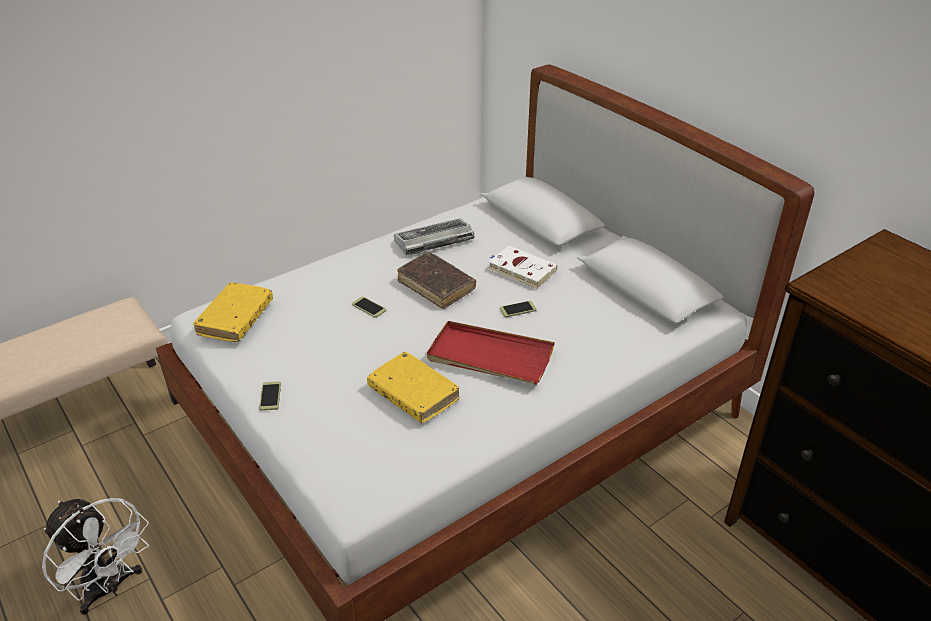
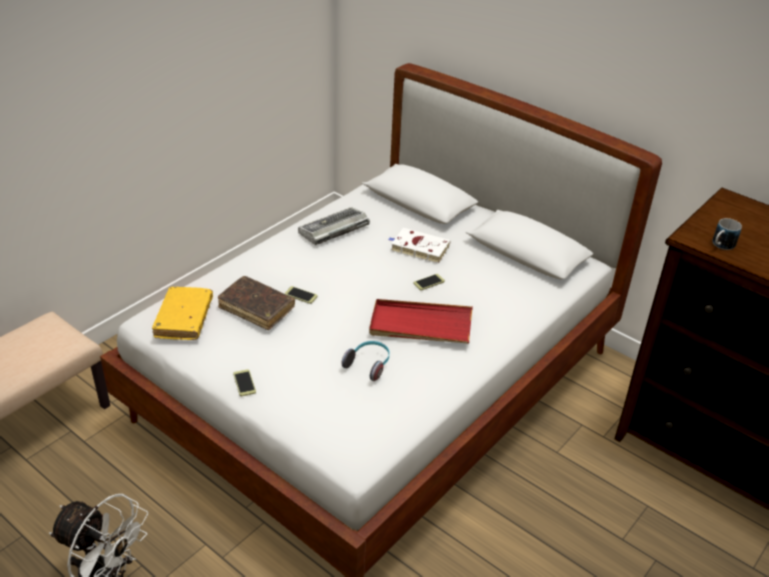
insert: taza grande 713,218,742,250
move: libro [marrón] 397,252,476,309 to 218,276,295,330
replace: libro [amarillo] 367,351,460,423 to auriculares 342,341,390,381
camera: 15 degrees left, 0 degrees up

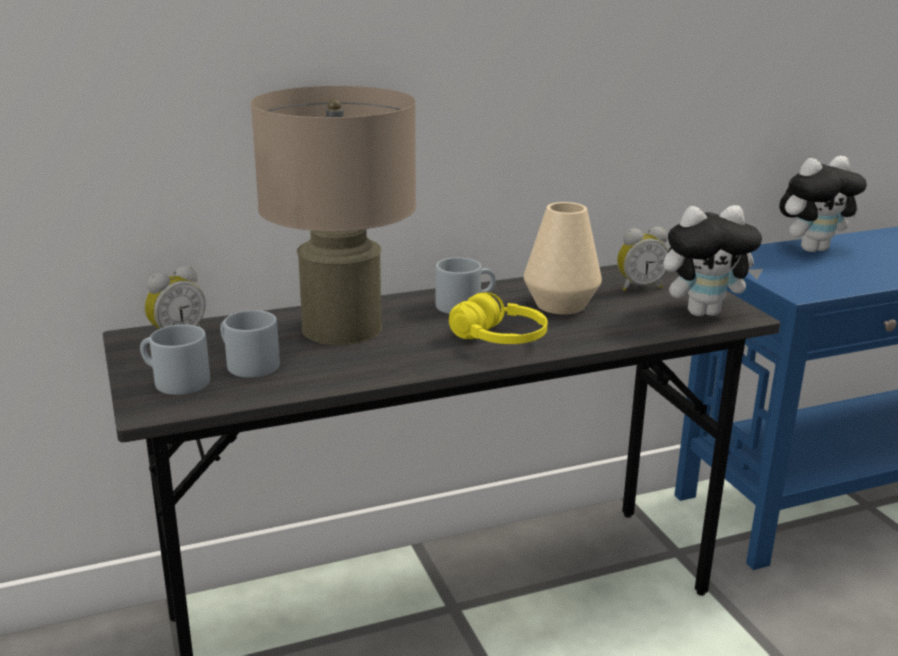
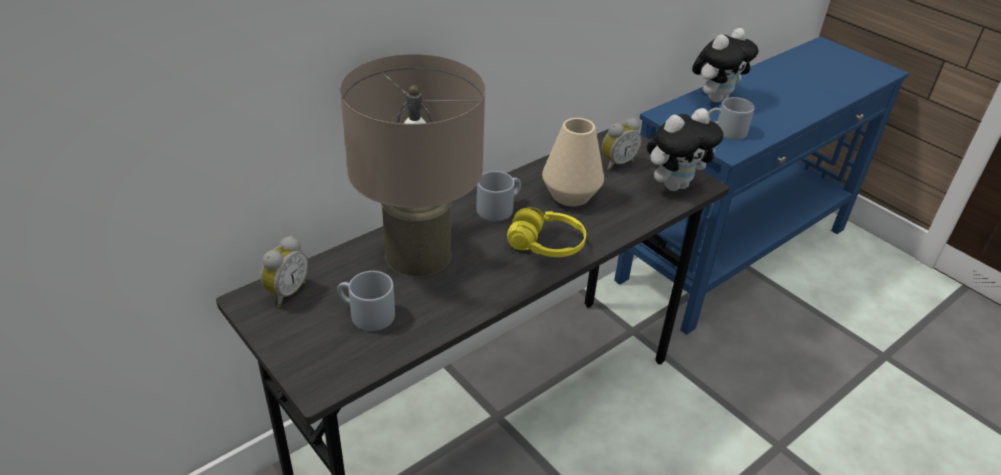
move: taza grande [gris] 140,324,210,395 to 708,97,755,140
camera: 20 degrees left, 15 degrees up

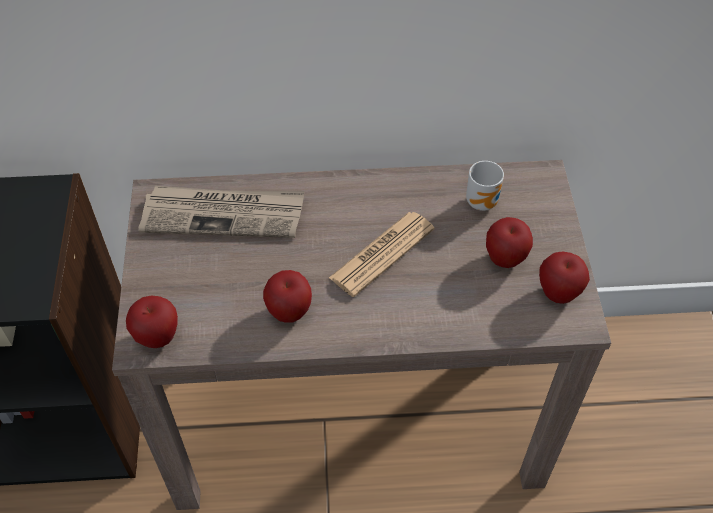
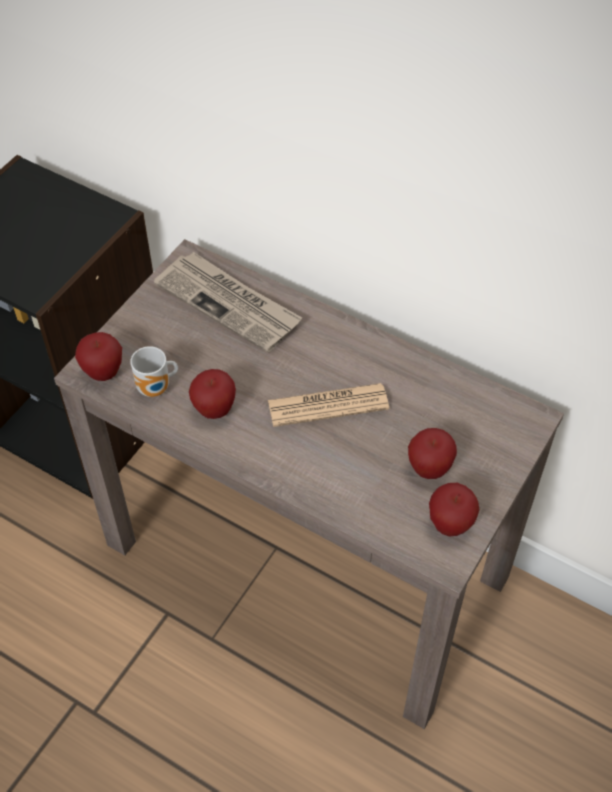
move: taza grande 466,161,504,211 to 130,346,178,397
camera: 35 degrees right, 0 degrees up

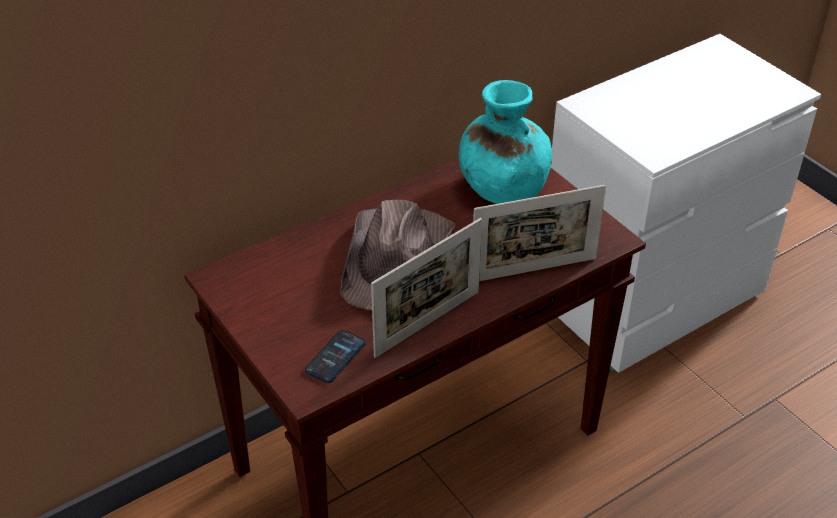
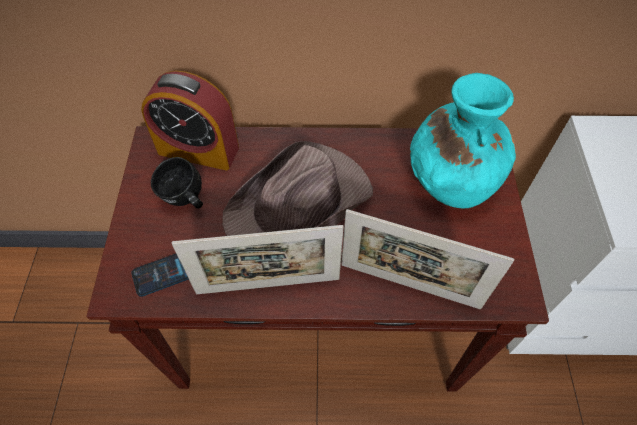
insert: despertador 141,70,239,170; taza grande [negro] 151,157,203,209
camera: 35 degrees right, 15 degrees up

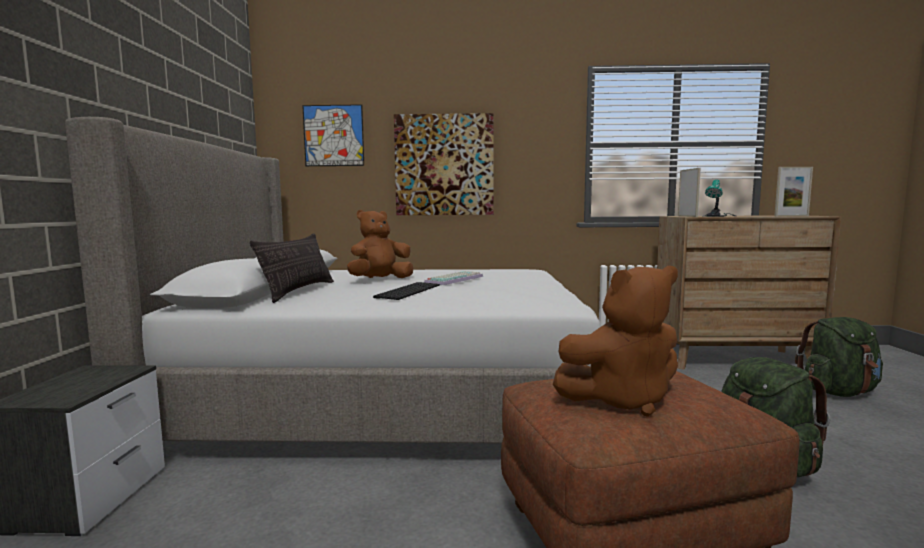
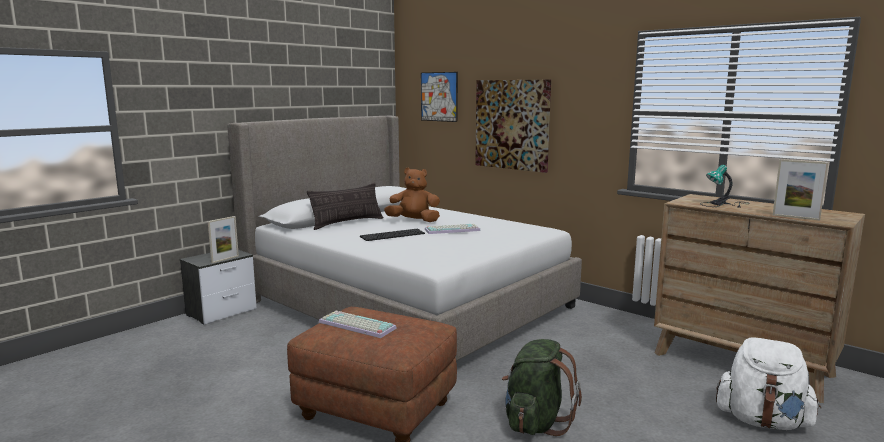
move: portarretratos 678,168,701,217 to 208,216,239,263
replace: peluche [marrón] 553,266,678,417 to teclado 319,311,397,338
recolor: mochila [verde] 795,317,883,397 to mochila [blanco] 716,337,821,430
camera: 40 degrees right, 5 degrees up

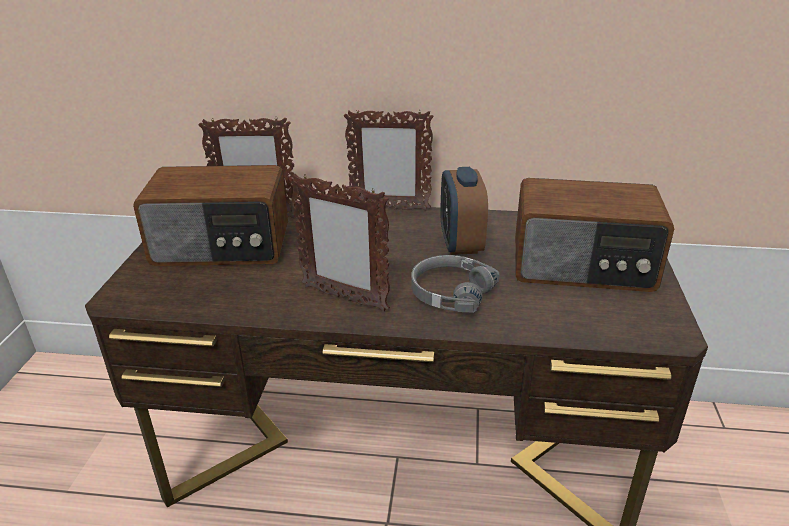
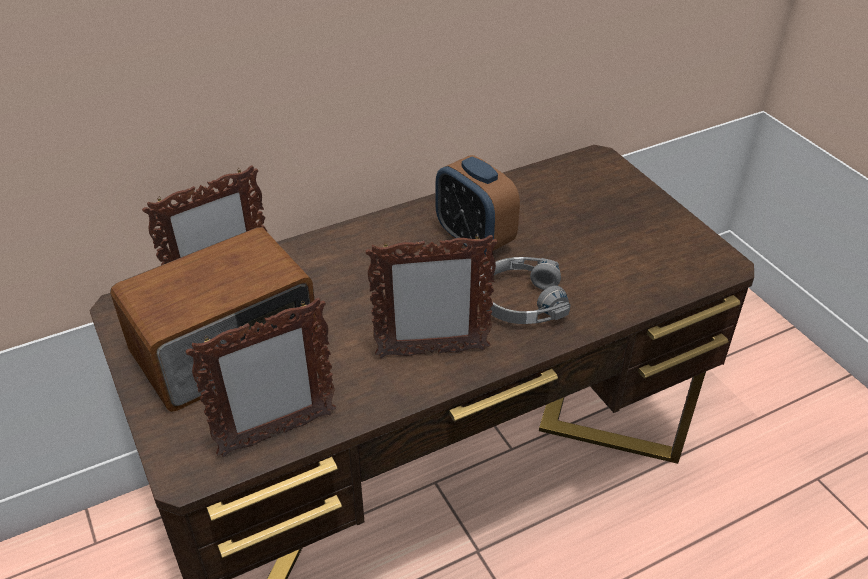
delete: radio 515,178,674,292
move: portarretratos 344,109,433,211 to 186,297,336,457
camera: 35 degrees left, 10 degrees up

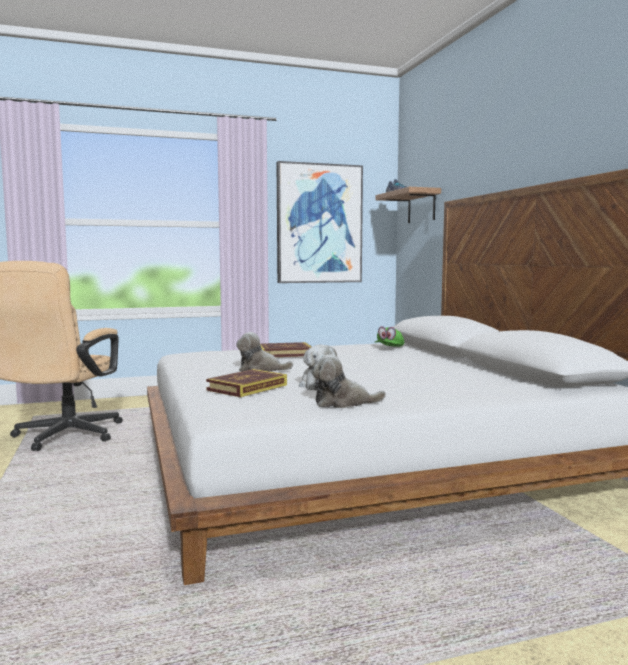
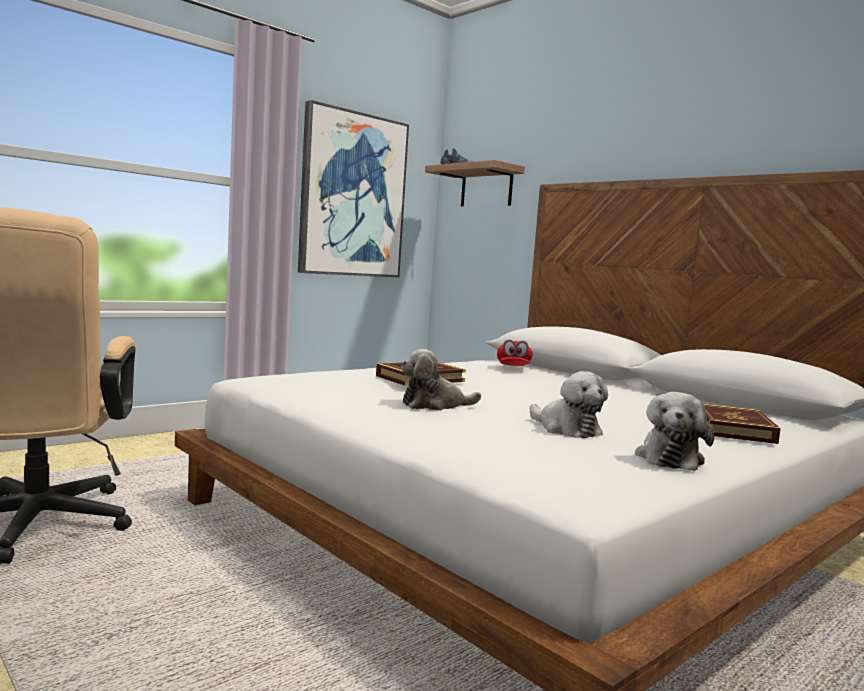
move: libro 206,369,287,397 to 704,404,781,444
recolor: gorra [verde] 375,326,404,347 to gorra [rojo] 497,340,533,366
rotate: peluche 311,354,386,408 = 635,392,714,471 45 degrees counterclockwise
camera: 25 degrees left, 0 degrees up

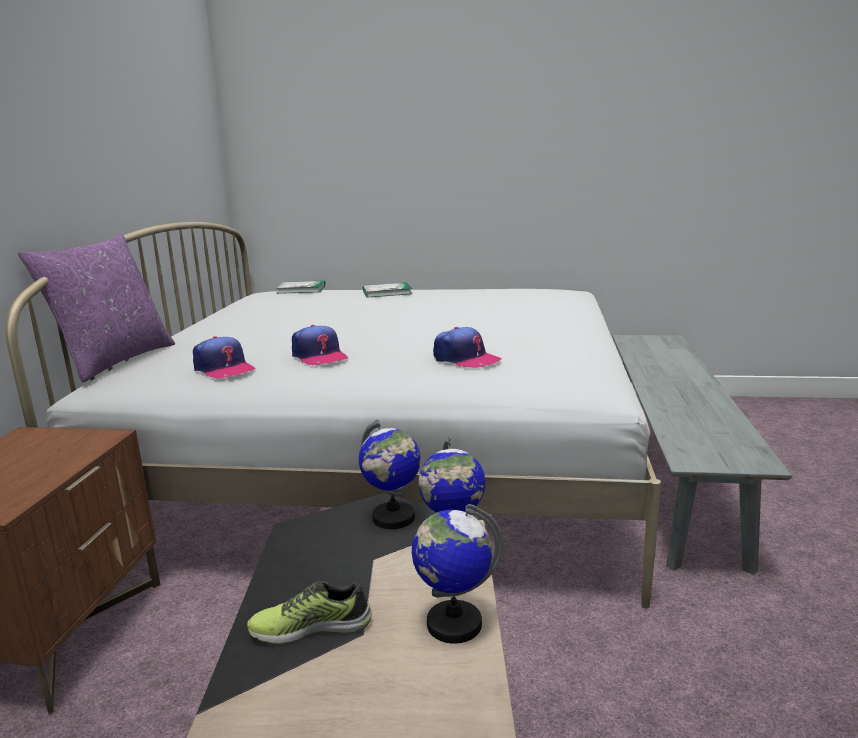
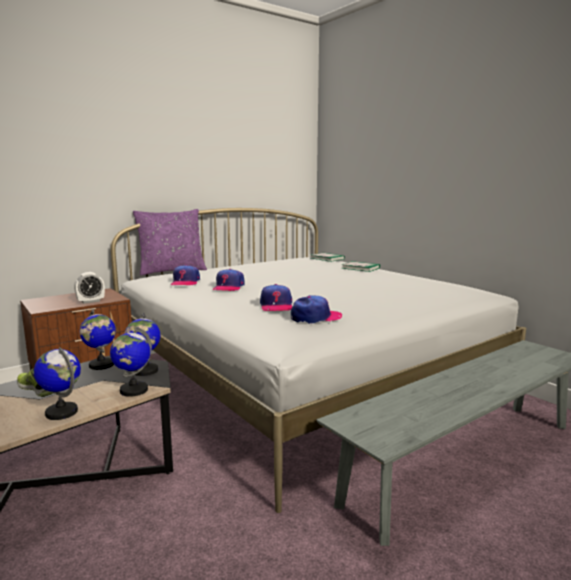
insert: despertador 74,272,105,304; gorra 291,295,342,324; globo terráqueo 80,309,116,370
camera: 45 degrees right, 5 degrees down

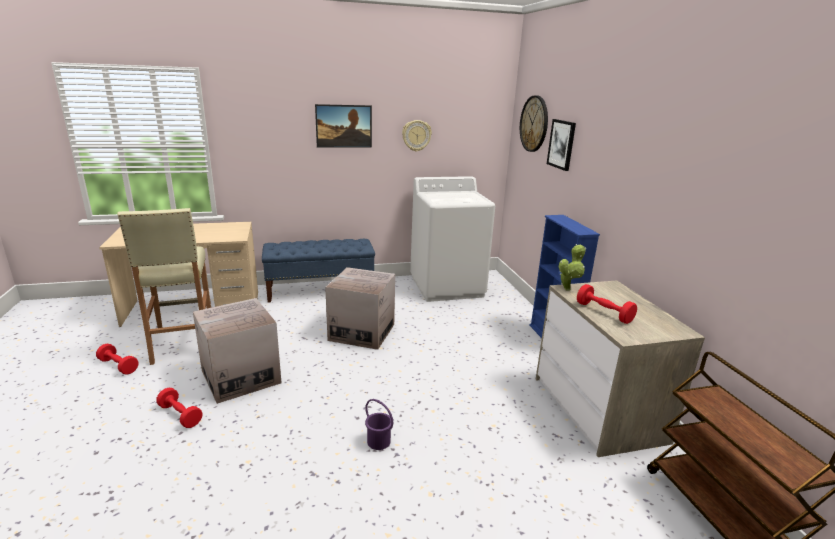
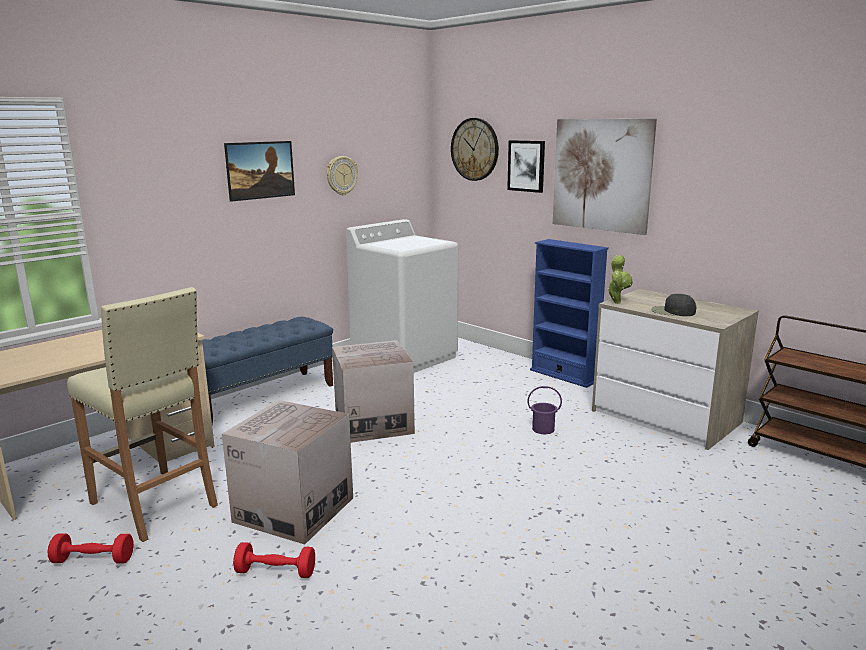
insert: cuadro 553,119,657,235
move: cubo [morado] 365,399,393,450 to 527,386,562,434
replace: mancuerna [rojo] 577,284,637,324 to gorra [negro] 651,294,696,316
camera: 30 degrees left, 5 degrees down

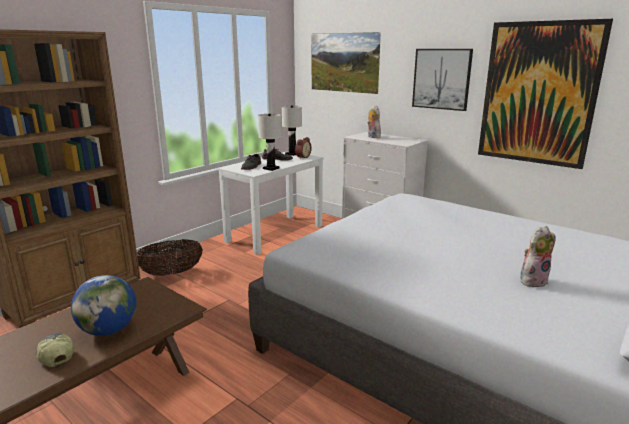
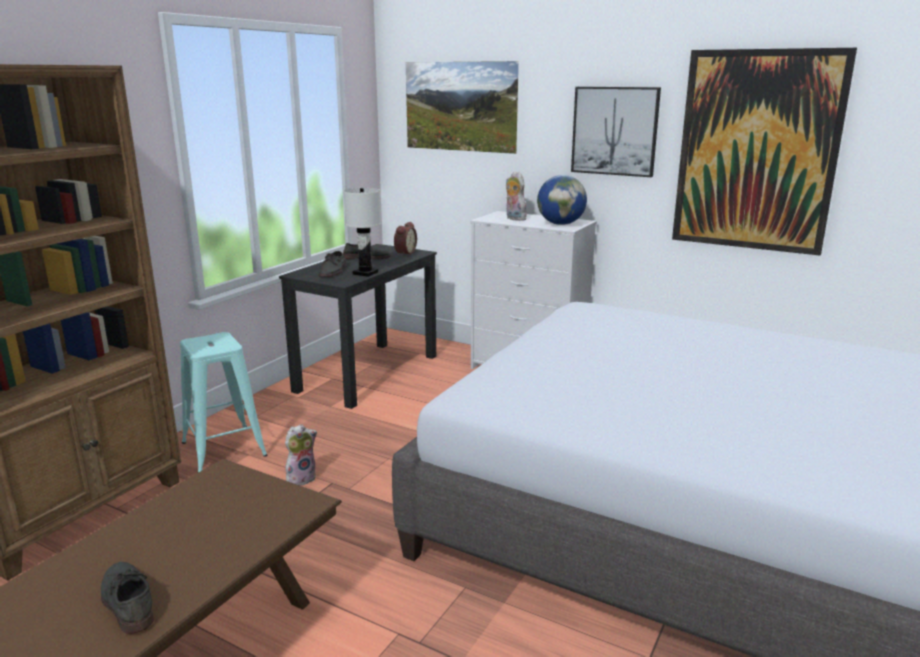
delete: lámpara de mesa [blanco] 282,105,302,156
move: peluche 520,226,556,287 to 285,424,317,486; globo terráqueo 71,275,136,336 to 537,175,587,225
replace: cesta 137,239,203,276 to taburete [turquesa] 180,332,267,473; gorra 36,334,74,367 to zapato [gris] 101,562,154,634
recolor: escritorio [blanco] 217,151,324,255 to escritorio [negro] 279,244,437,409
camera: 10 degrees left, 0 degrees up

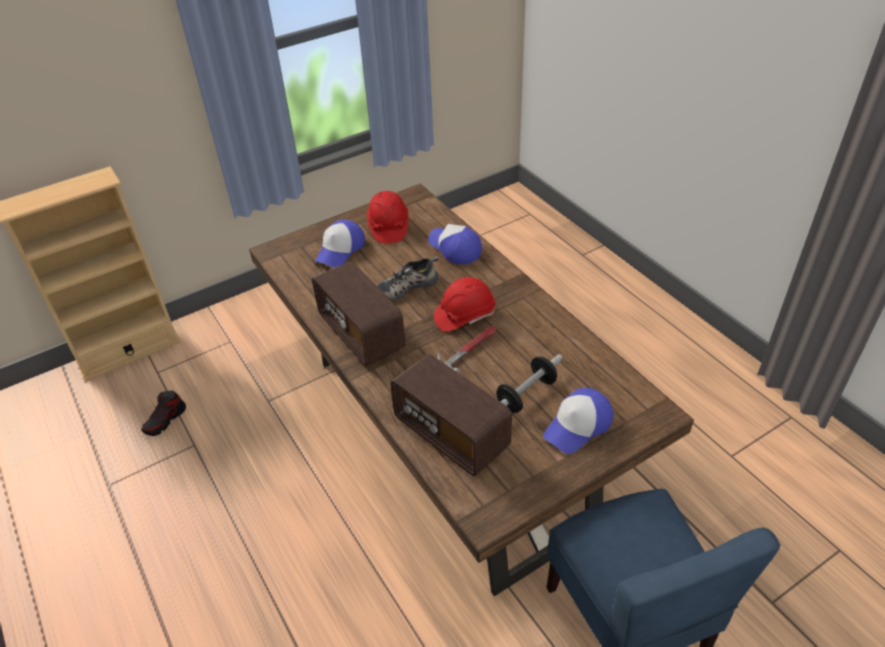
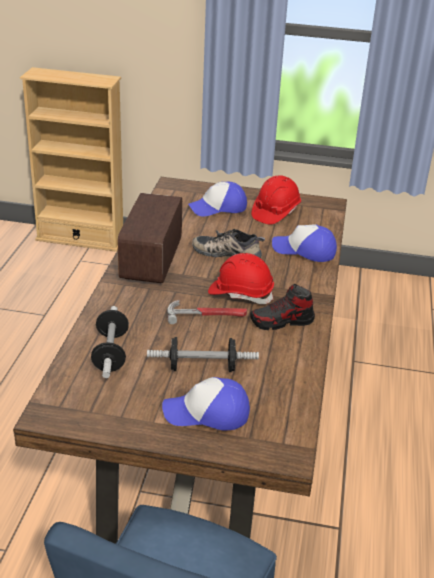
move: zapato 141,391,186,436 to 250,284,315,330
replace: radio 390,354,512,476 to mancuerna 91,306,129,378
rotate: gorra 428,224,482,264 = 272,224,337,262 75 degrees counterclockwise
camera: 40 degrees right, 10 degrees down

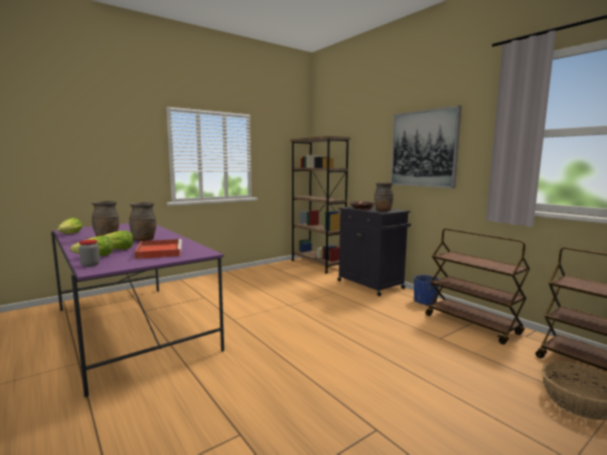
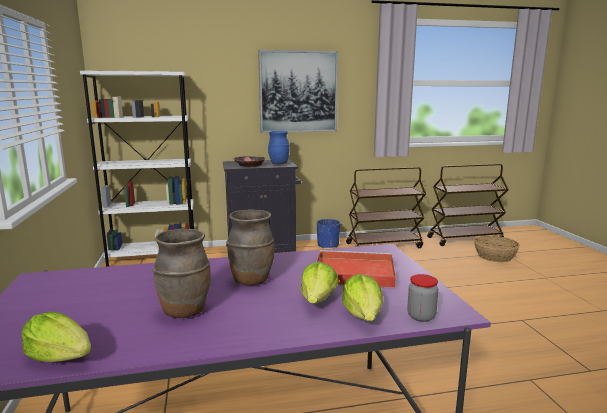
recolor: estantería [marrón] 290,136,351,274 to estantería [blanco] 80,71,194,267; florero [marrón] 374,183,393,211 to florero [azul] 268,131,289,164
camera: 65 degrees left, 5 degrees up

